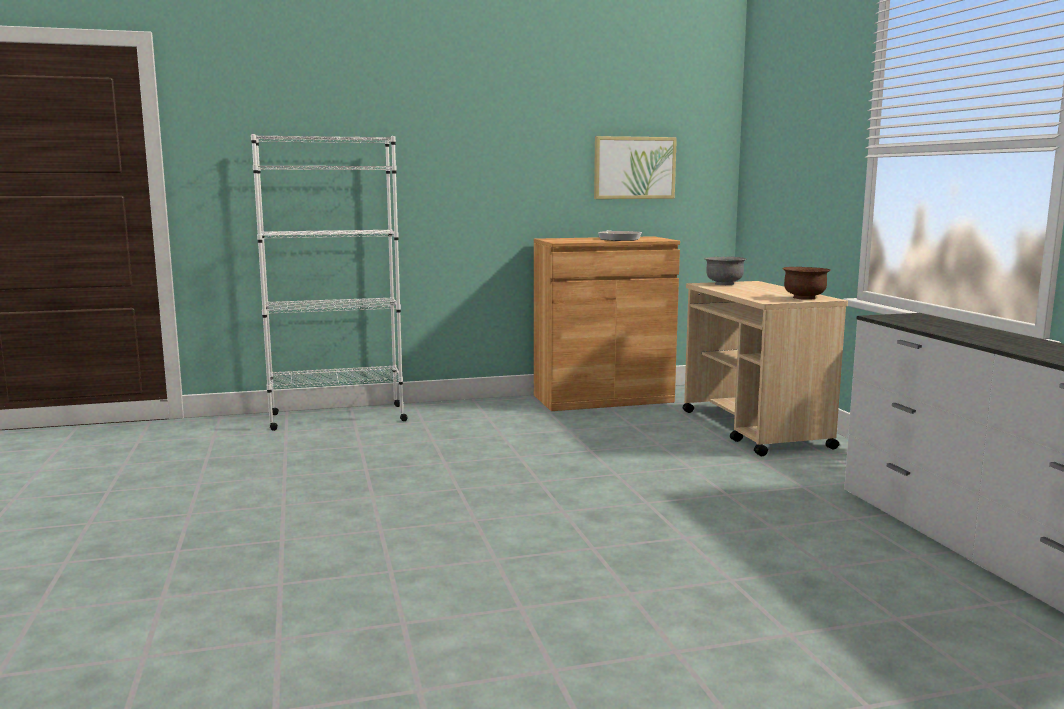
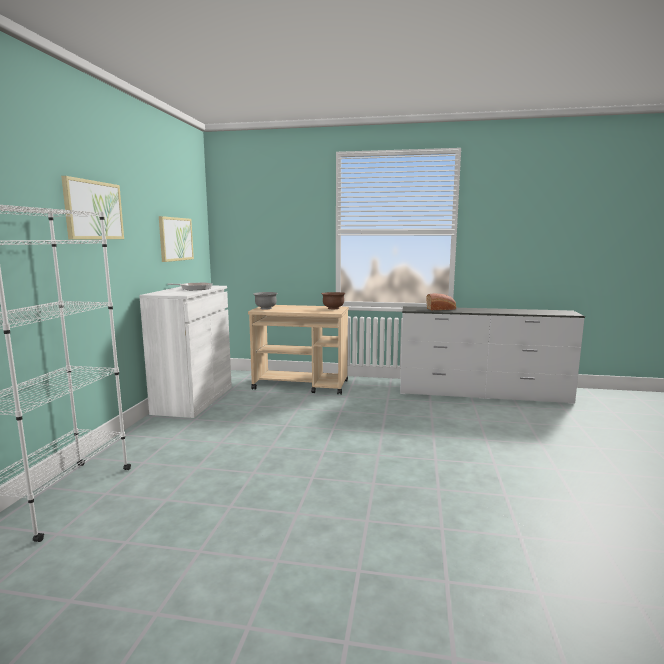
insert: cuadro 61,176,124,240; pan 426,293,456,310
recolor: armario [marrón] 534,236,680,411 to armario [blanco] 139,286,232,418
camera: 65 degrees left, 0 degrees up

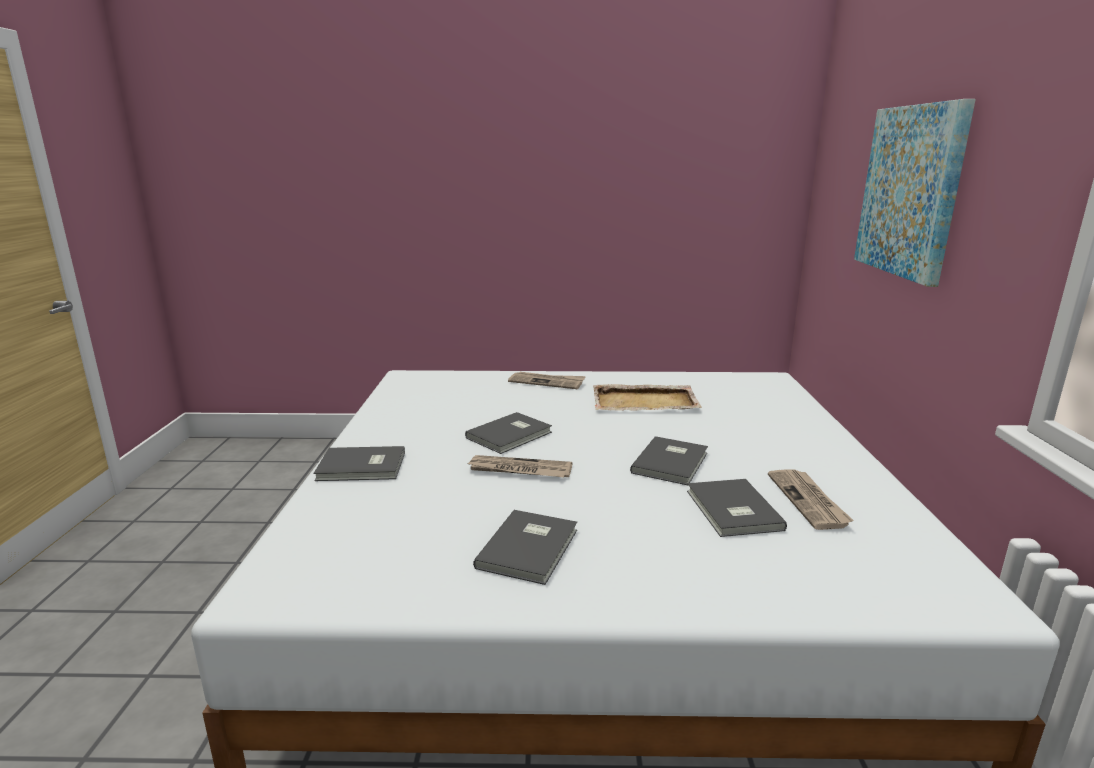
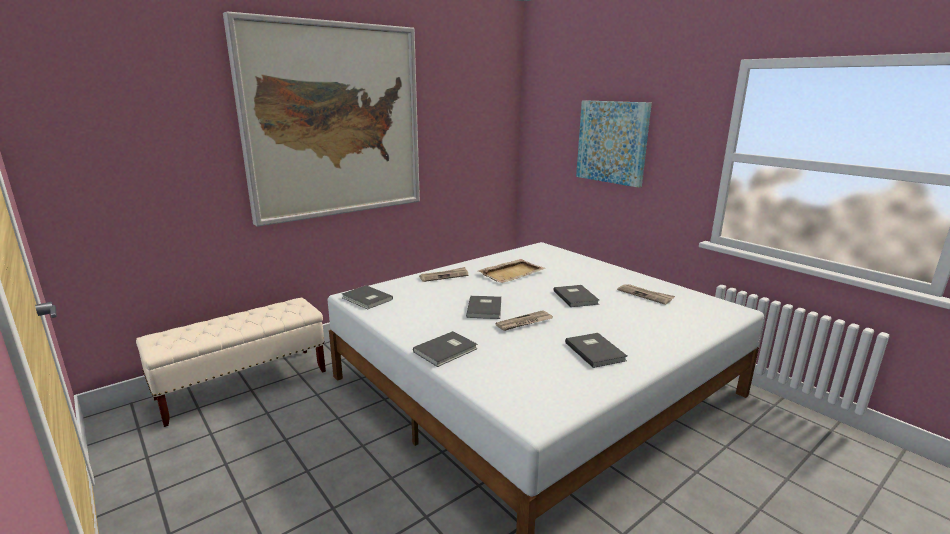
insert: cuadro 223,12,420,227; banco [beis] 136,298,326,427
move: libro [gris] 687,479,787,537 to 342,285,393,309
camera: 40 degrees left, 0 degrees up

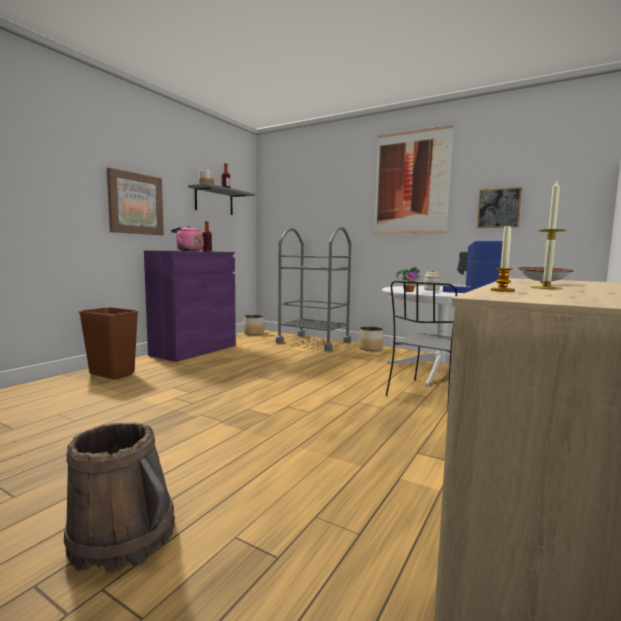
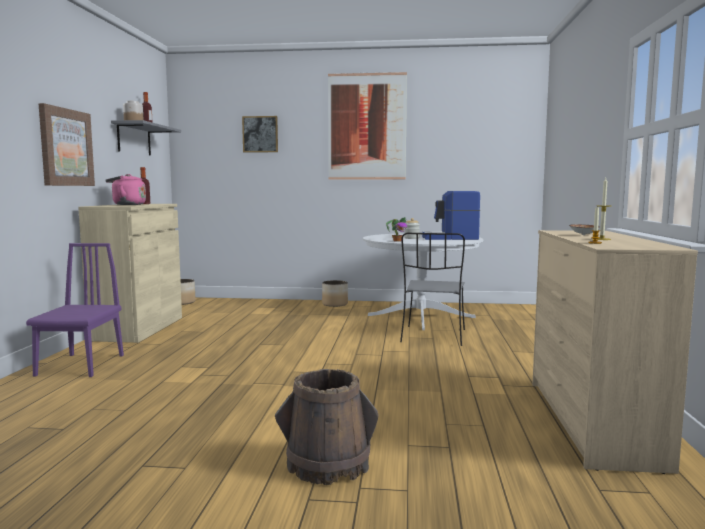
delete: carrito [gris] 276,227,351,351
move: cuadro 477,187,522,228 to 242,116,278,153
replace: papelera [marrón] 79,307,139,379 to silla [morado] 26,243,124,377
recolor: armario [morado] 144,250,236,362 to armario [beis] 78,204,182,343
camera: 25 degrees left, 0 degrees up

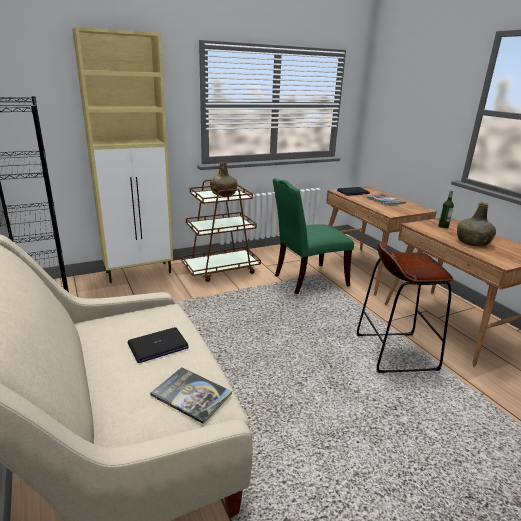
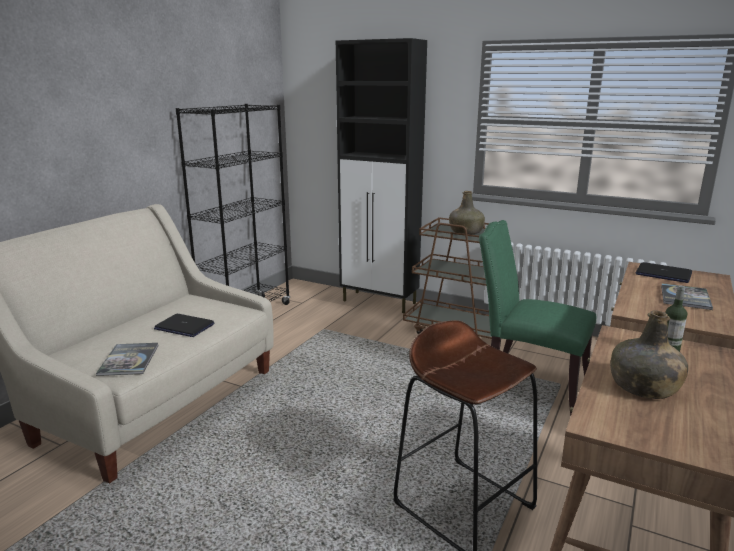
recolor: armario [beis] 72,27,173,283 to armario [negro] 336,38,427,313
camera: 55 degrees right, 5 degrees down

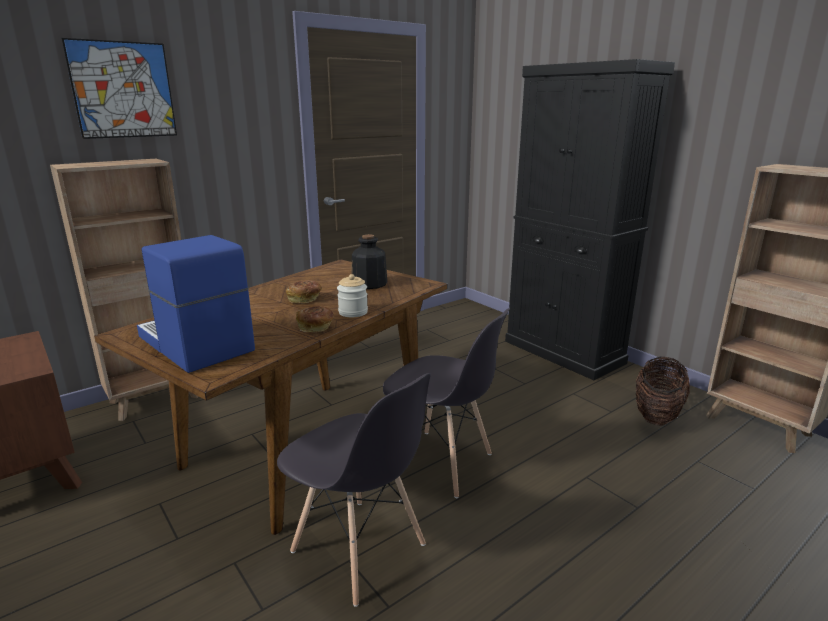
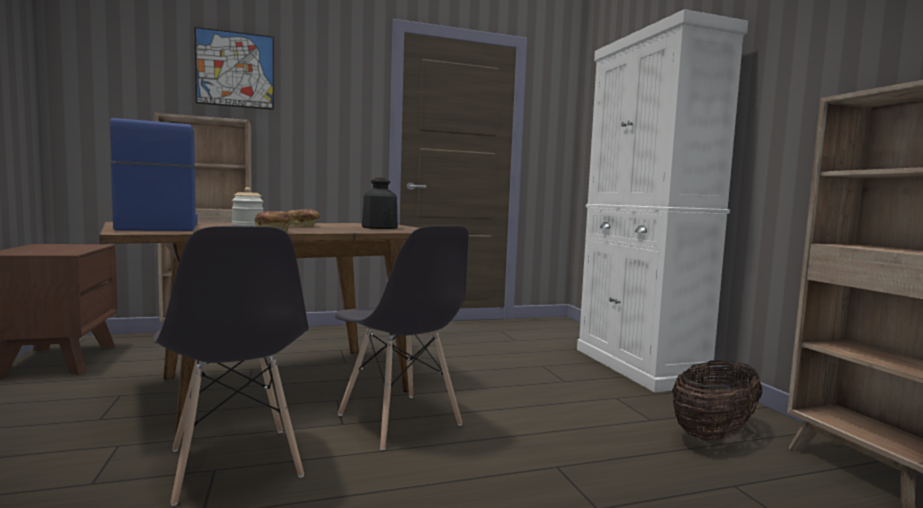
move: tarro 337,274,368,317 to 232,187,264,226
recolor: armario [negro] 505,59,675,380 to armario [blanco] 577,9,748,392
camera: 20 degrees right, 15 degrees down

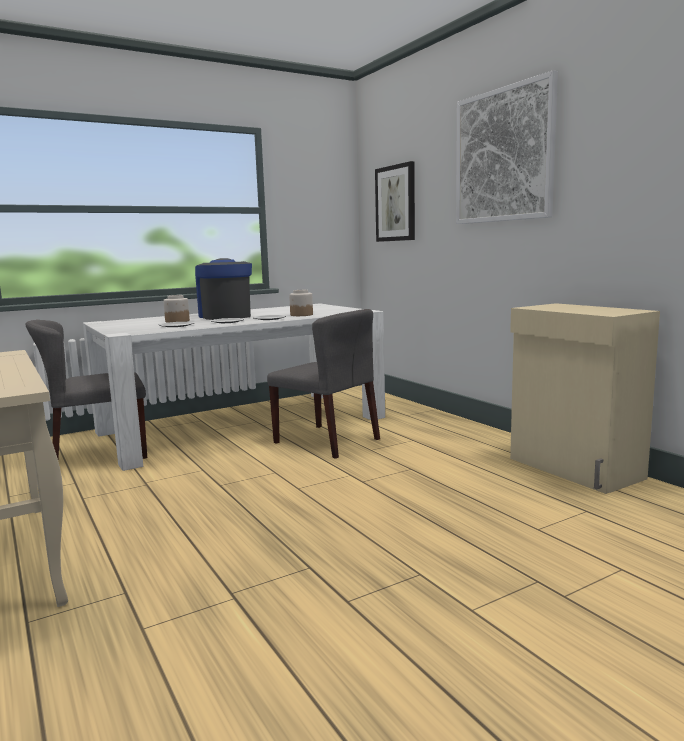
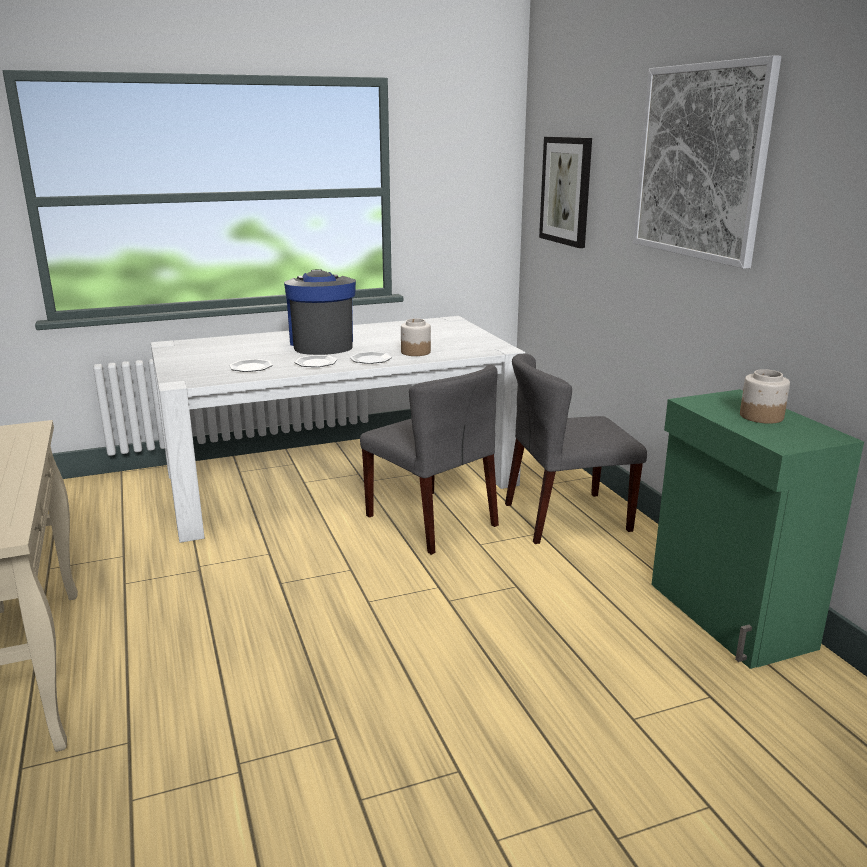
move: tarro 163,295,190,323 to 740,369,790,424; silla [gris] 26,320,147,459 to 505,353,647,544
recolor: armario [beis] 510,303,660,494 to armario [verde] 651,389,864,669
camera: 10 degrees right, 10 degrees up

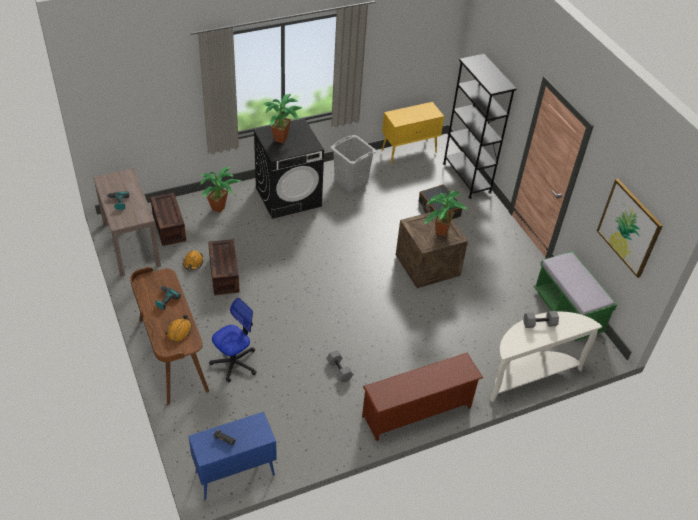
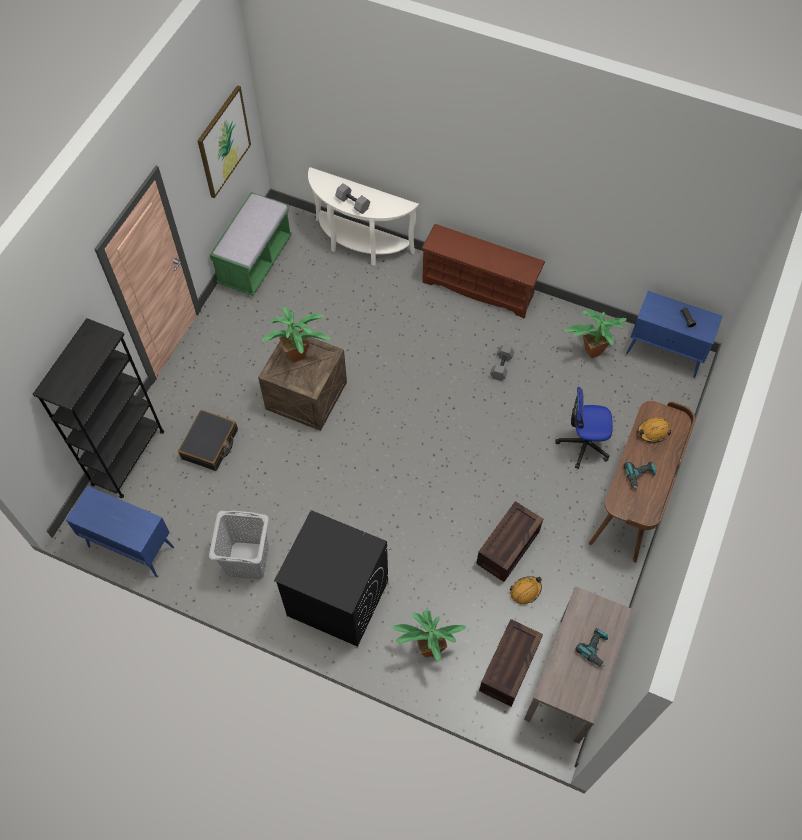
move: planta en maceta 262,94,303,144 to 564,310,627,358
recolor: armario [amarillo] 382,102,444,164 to armario [azul] 66,486,174,577
camera: 130 degrees left, 15 degrees up

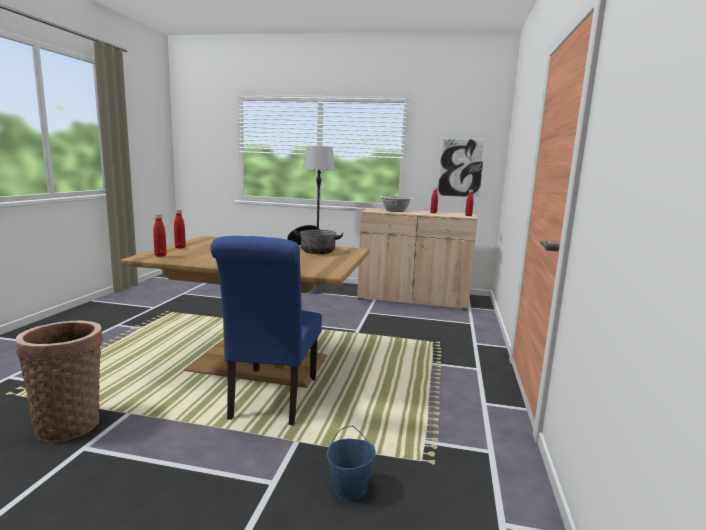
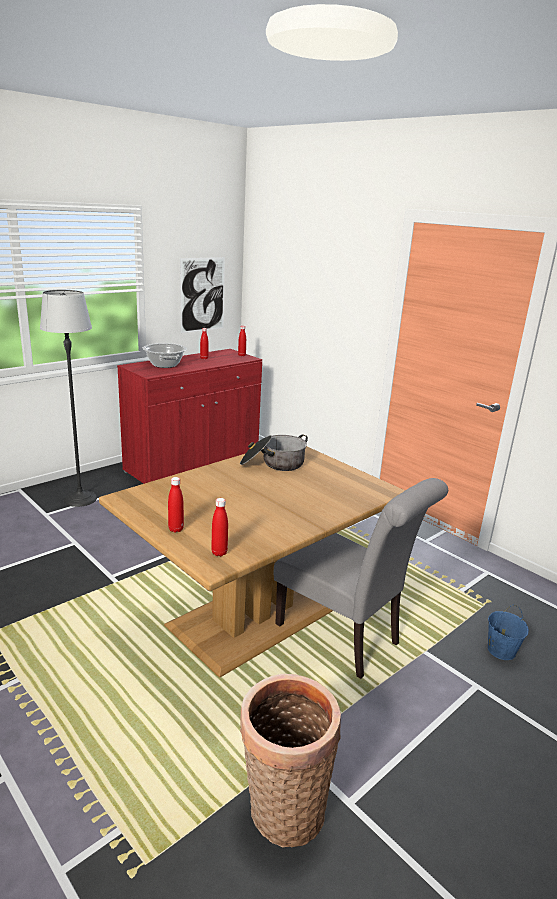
recolor: armario [beis] 357,208,477,310 to armario [rojo] 117,349,262,484; silla [azul] 210,236,322,425 to silla [gris] 274,478,448,679
camera: 55 degrees left, 10 degrees up

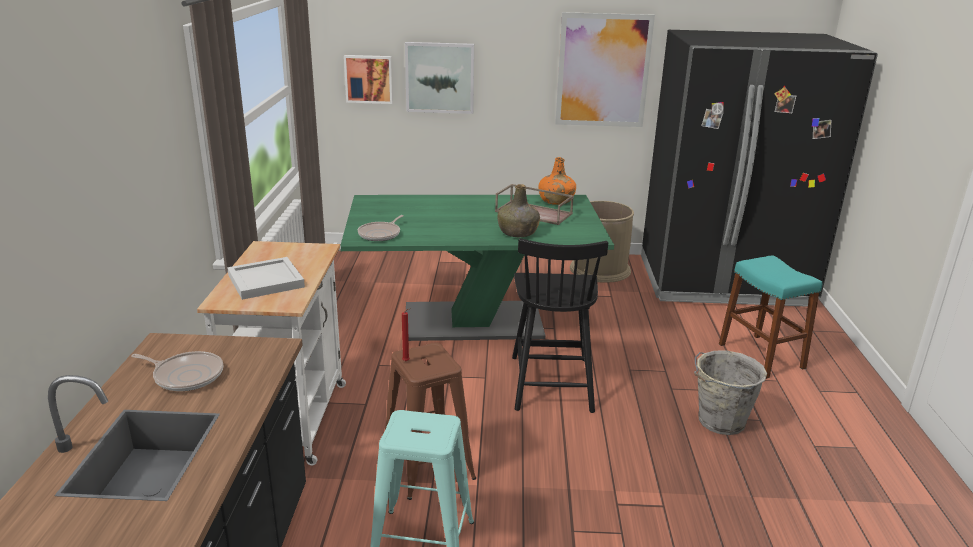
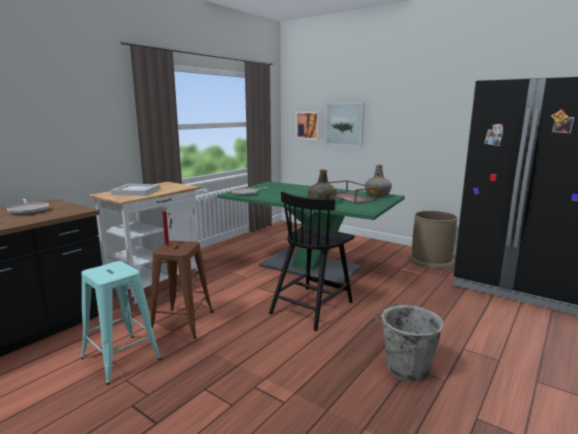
delete: cuadro 555,12,655,127; taburete [turquesa] 719,256,822,379
recolor: botella [naranja] 539,157,576,205 to botella [gris] 365,165,392,197
camera: 35 degrees right, 10 degrees down

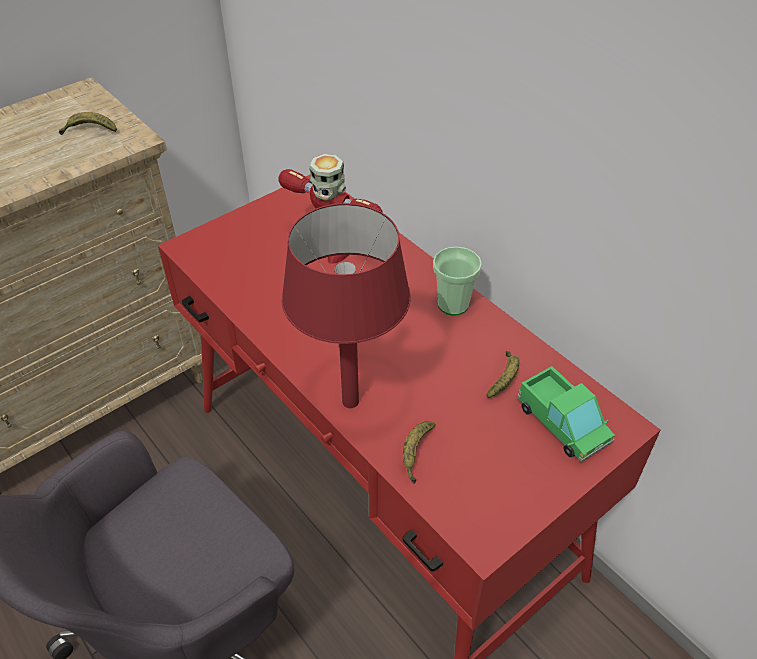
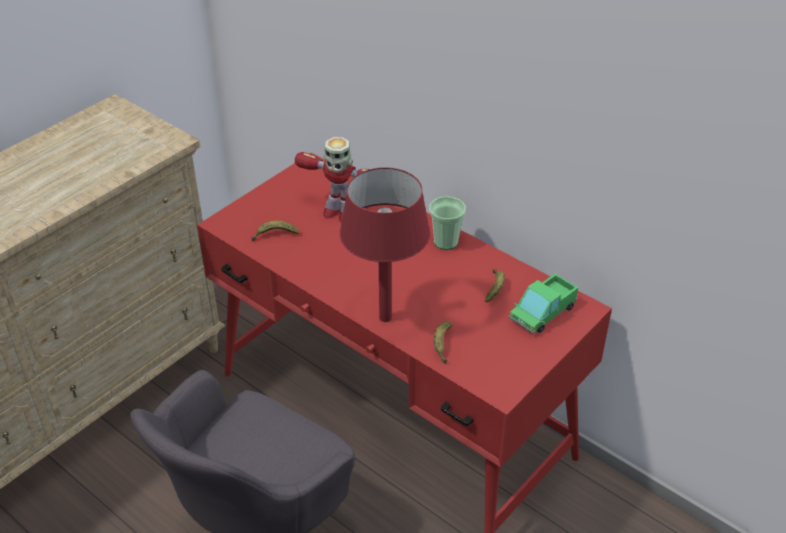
move: plátano 59,112,117,135 to 252,220,299,241
rotate: camión de juguete 517,366,615,462 = 509,273,578,334 90 degrees clockwise
camera: 10 degrees left, 5 degrees down

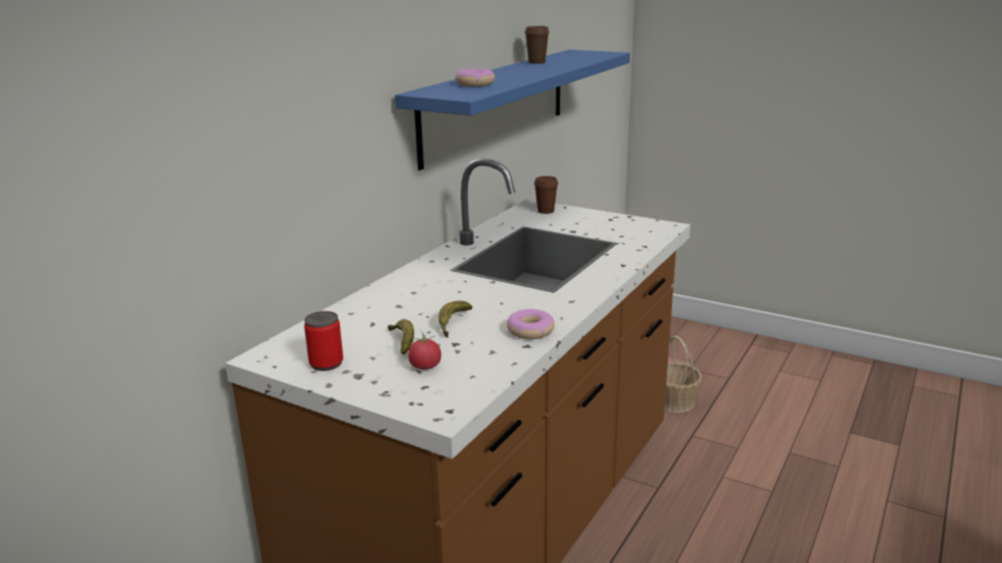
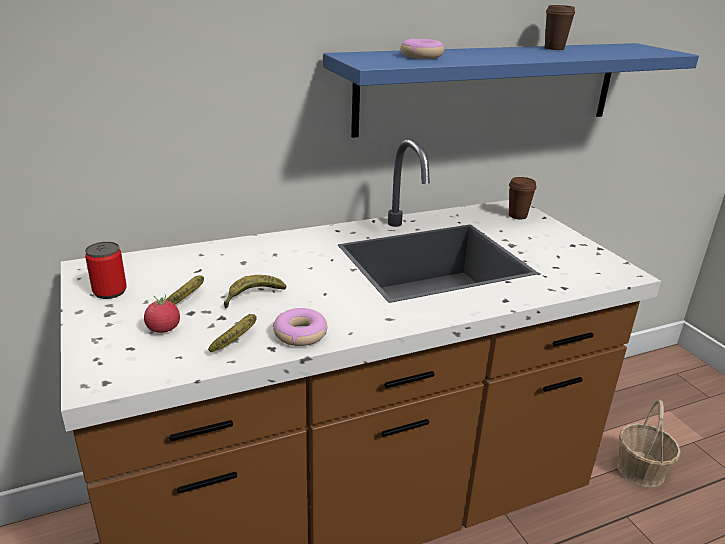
insert: plátano 208,314,257,352
camera: 35 degrees right, 5 degrees up

